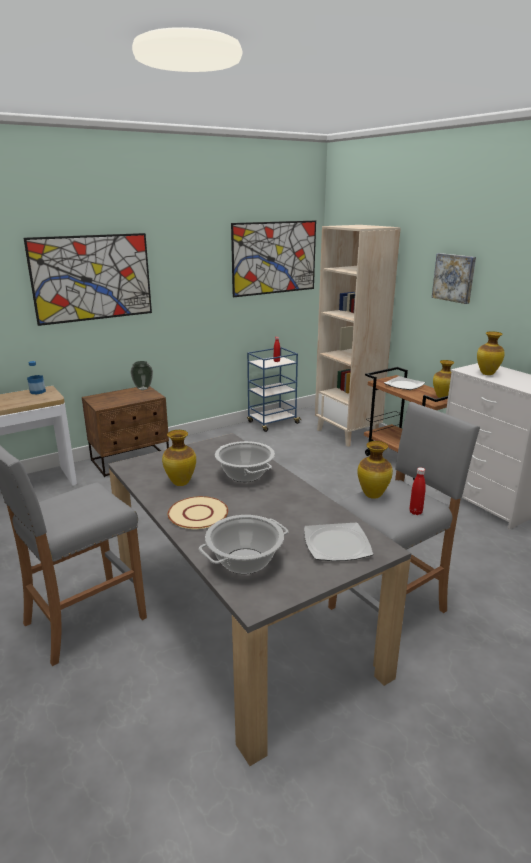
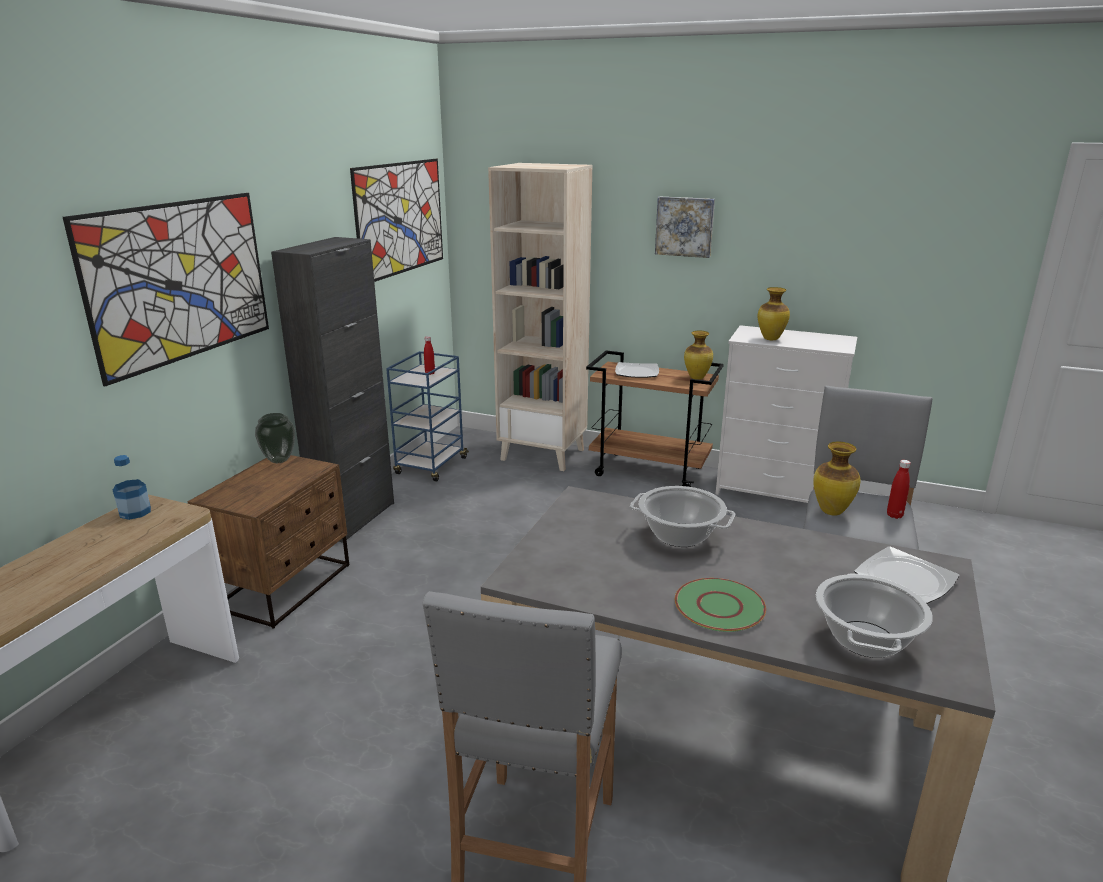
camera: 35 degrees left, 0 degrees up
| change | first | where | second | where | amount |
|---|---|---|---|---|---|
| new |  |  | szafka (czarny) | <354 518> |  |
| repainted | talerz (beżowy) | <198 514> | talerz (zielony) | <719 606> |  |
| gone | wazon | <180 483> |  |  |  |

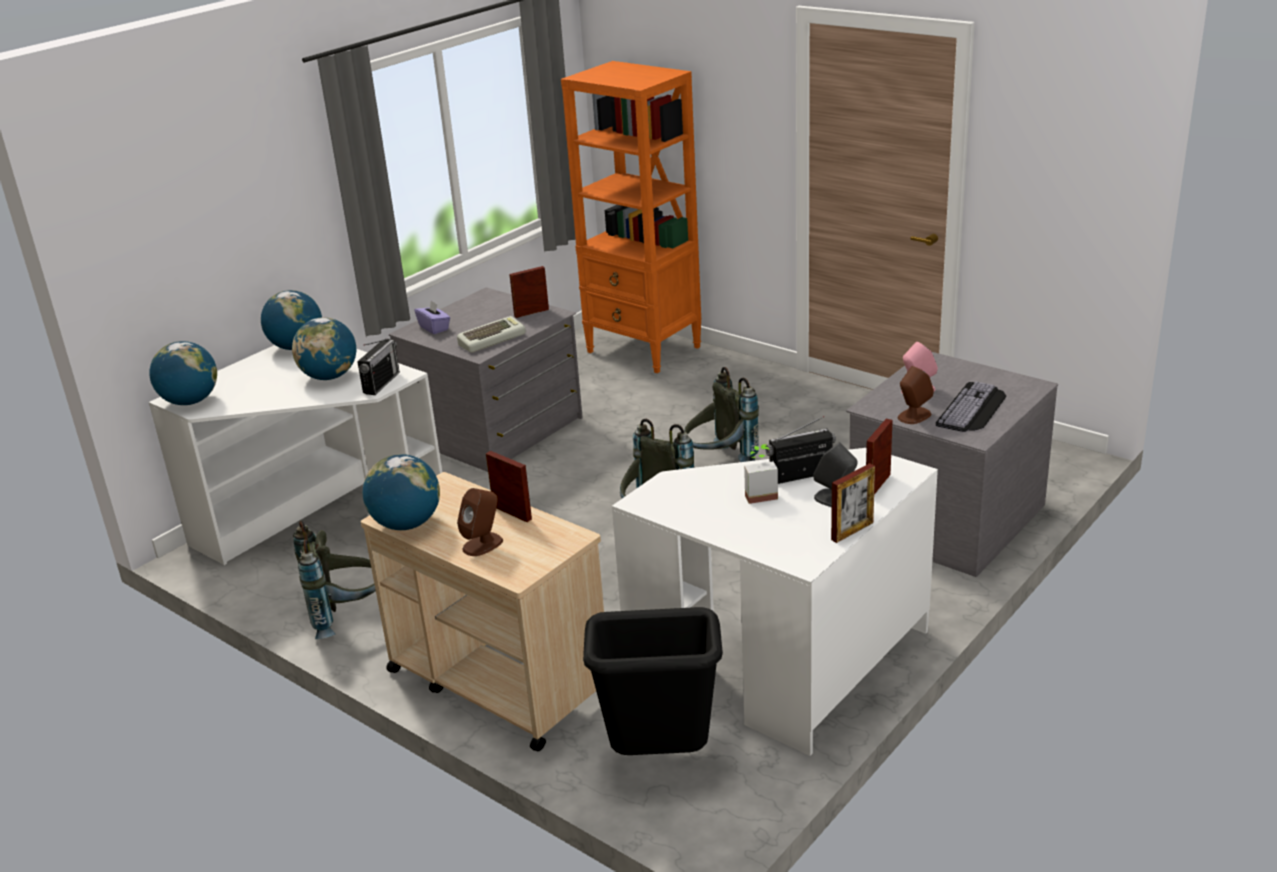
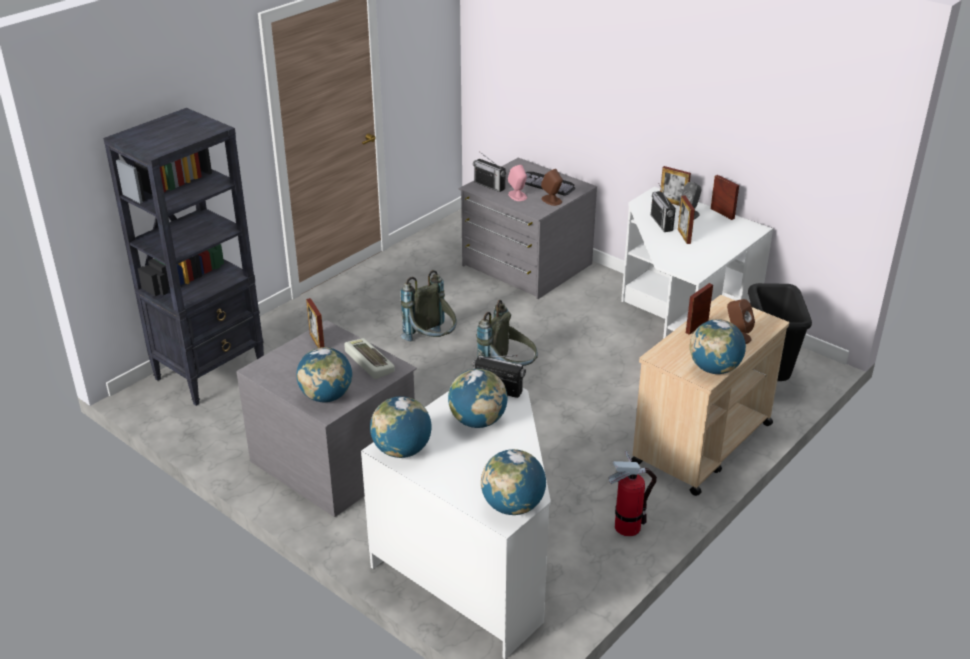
camera: 90 degrees left, 5 degrees up
| change | first | where | second | where | amount |
|---|---|---|---|---|---|
| repainted | regał (pomarańczowy) | <644 350> | regał (czarny) | <211 372> |  |
| swapped | pudełko chusteczek (fioletowy) | <434 328> | globus | <326 396> |  |
| new |  |  | radio | <489 185> |  |
| swapped | plecak (szary) | <348 616> | gaśnica | <627 526> |  |
| swapped | roślina doniczkowa | <759 494> | ramka na zdjęcie | <684 236> |  |

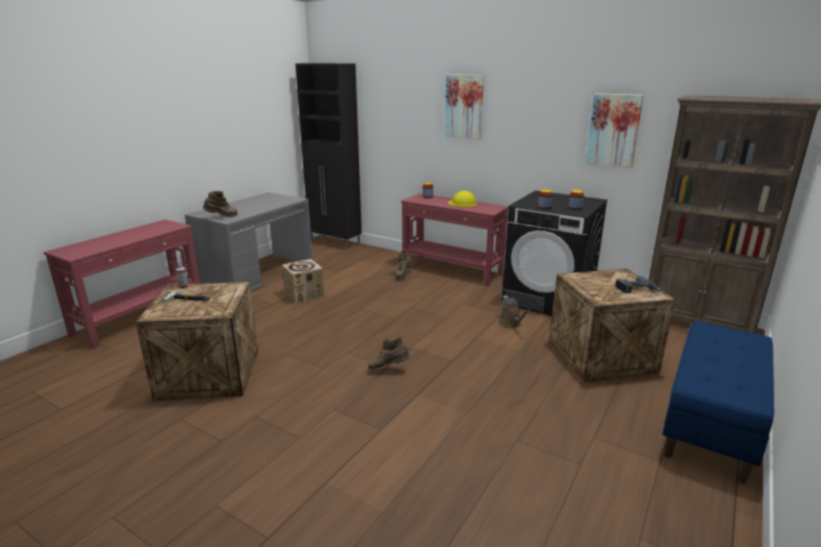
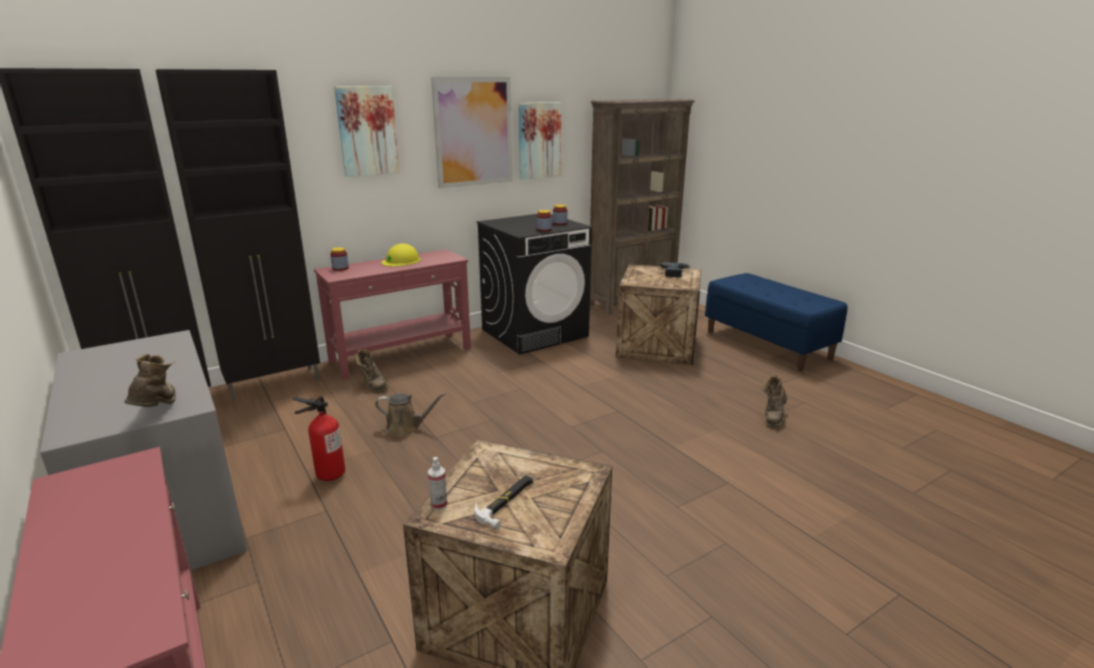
camera: 65 degrees left, 0 degrees up
| change | first | where | second | where | amount |
|---|---|---|---|---|---|
| new |  |  | szafka (czarny) | <275 383> |  |
| swapped | karton | <304 294> | gaśnica | <330 473> |  |
| shifted | konewka (brązowy) | <511 324> |  | <406 428> |  |
| new |  |  | obraz | <473 132> |  |
| shifted | but z cholewką (brązowy) | <388 370> |  | <773 417> |  |

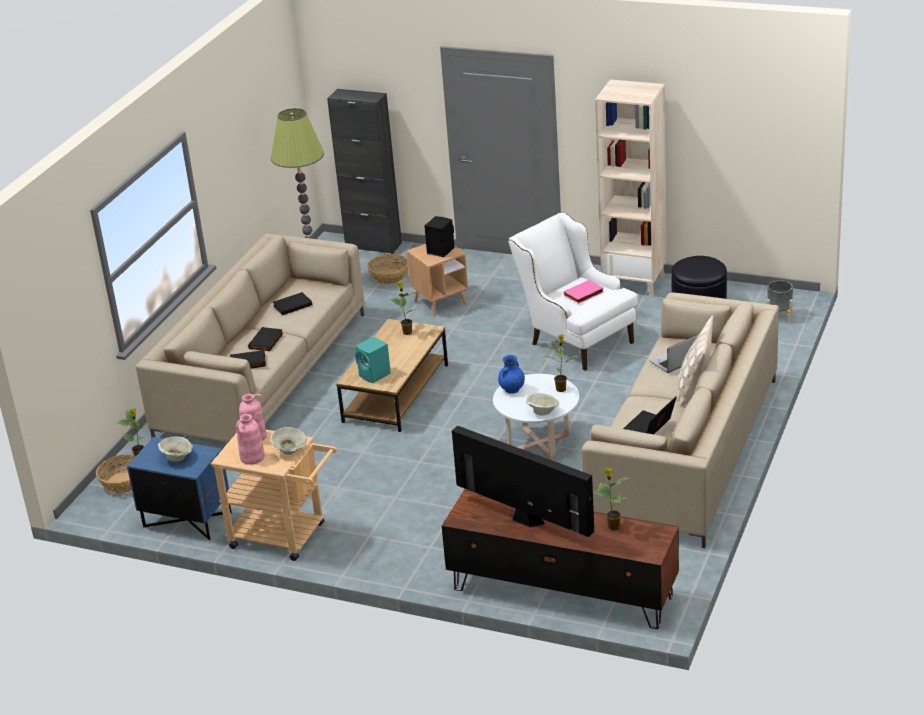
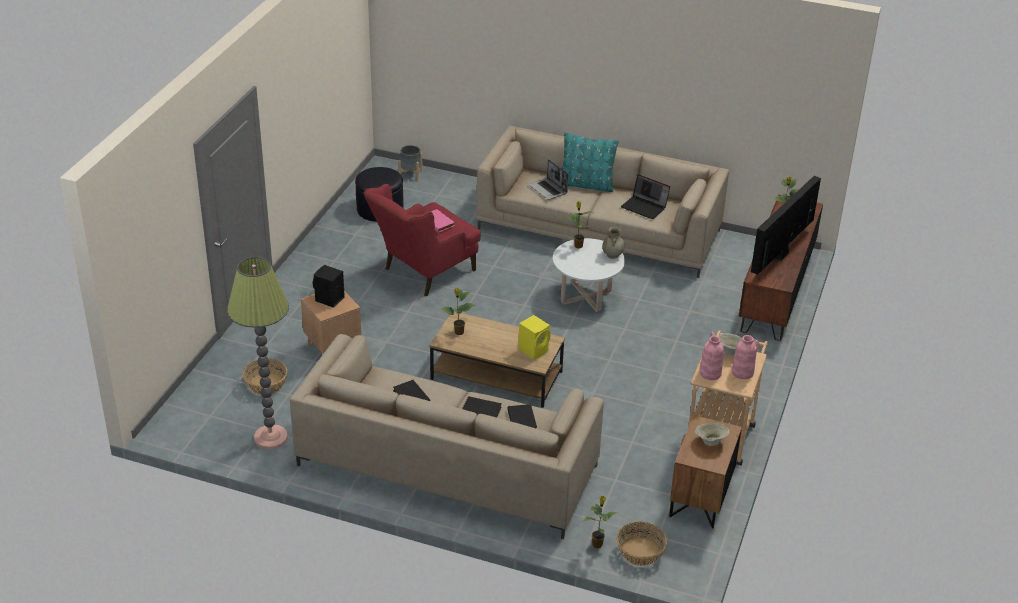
camera: 95 degrees left, 5 degrees up
| change | first | where | second | where | amount |
|---|---|---|---|---|---|
| repainted | fotel (biały) | <575 339> | fotel (czerwony) | <423 273> |  |
| repainted | głośnik (turkusowy) | <375 375> | głośnik (żółty) | <534 350> |  |
| repainted | poduszka (beżowy) | <694 388> | poduszka (turkusowy) | <586 185> |  |
| swapped | miska (beżowy) | <543 412> | wazon (beżowy) | <612 255> |  |
| repainted | szafka nocna (niebieski) | <186 520> | szafka nocna (brązowy) | <700 499> |  |
| gone | szafka (czarny) | <373 245> |  |  |  |
| gone | wazon (niebieski) | <512 390> |  |  |  |
| gone | regał (beżowy) | <635 283> |  |  |  |

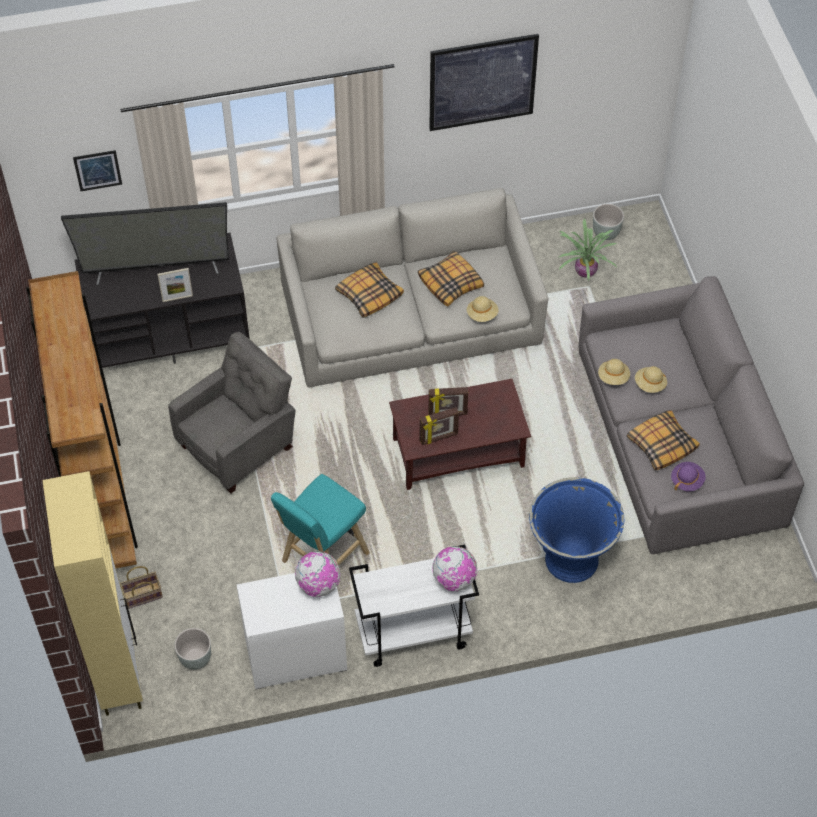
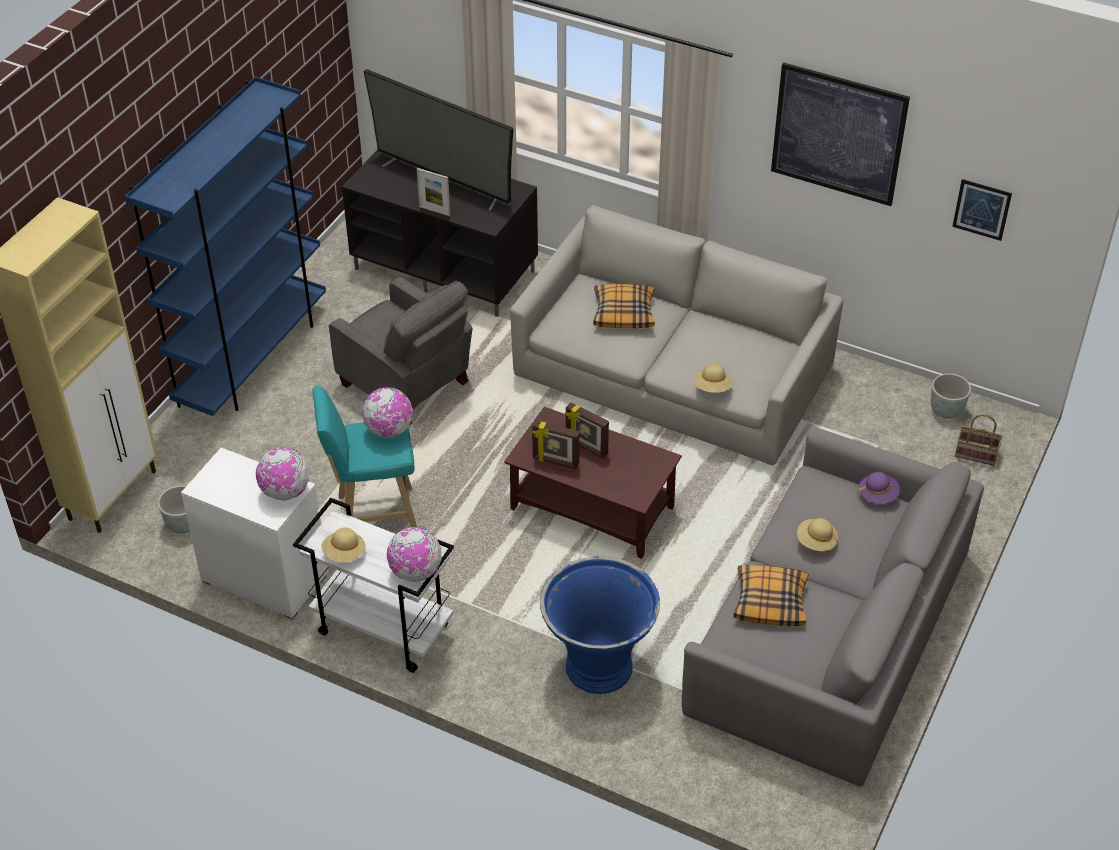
camera: 40 degrees right, 10 degrees down
| change | first | where | second | where | amount |
|---|---|---|---|---|---|
| repainted | regał (brązowy) | <102 499> | regał (niebieski) | <252 358> |  |
| shifted | kapelusz (beżowy) | <613 377> |  | <344 553> |  |
| rotated | fotel (szary) | <239 445> |  | <407 385> | 45 degrees clockwise |
| new |  |  | globus | <389 430> |  |
| shifted | kapelusz (fioletowy) | <687 481> |  | <877 495> |  |
| shifted | obraz | <97 170> |  | <981 209> |  |
| shifted | koszyk | <142 596> |  | <974 454> |  |
| gone | poduszka | <451 283> |  |  |  |
| gone | roślina doniczkowa | <585 270> |  |  |  |

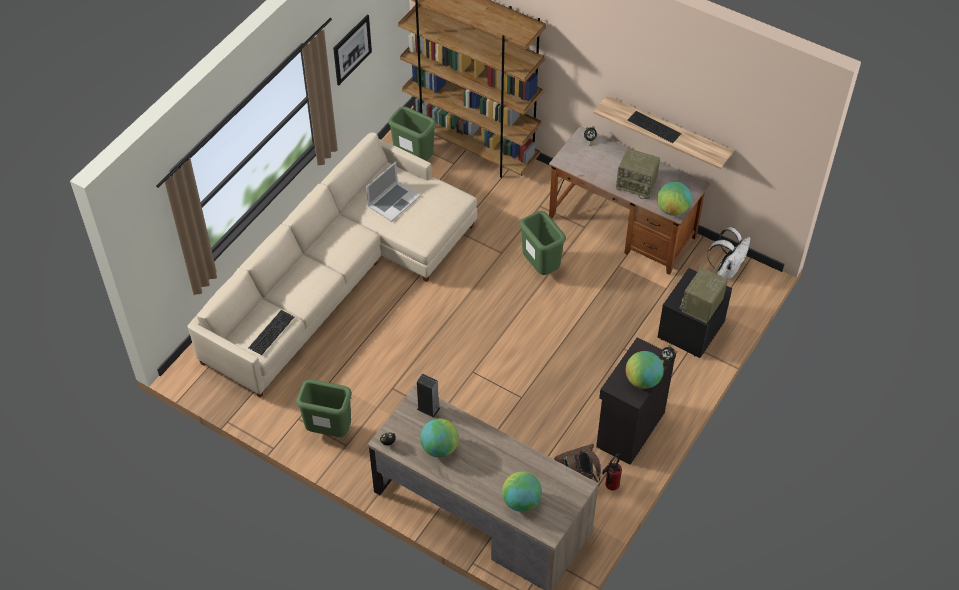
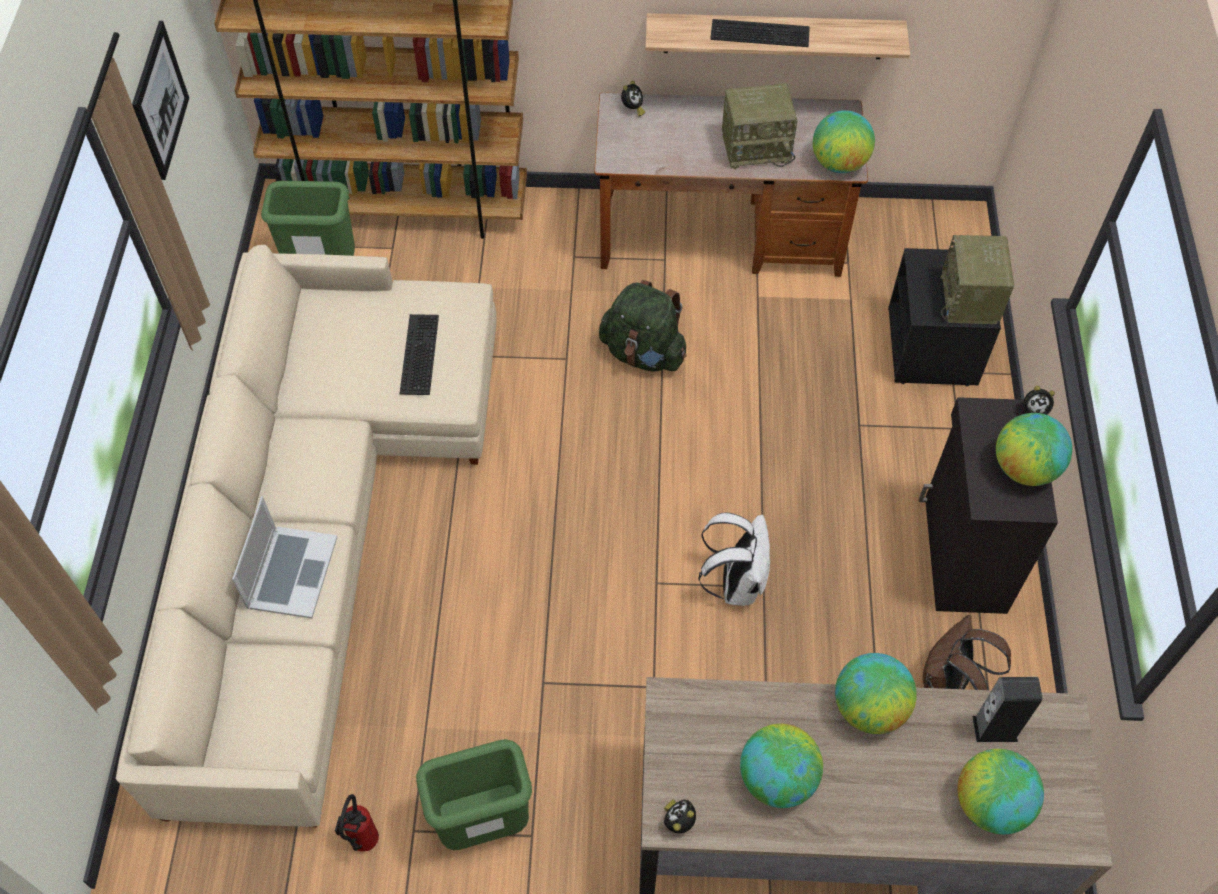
camera: 30 degrees left, 5 degrees up
| change | first | where | second | where | amount |
|---|---|---|---|---|---|
| shifted | laptop | <393 201> |  | <291 572> |  |
| shifted | gaśnica | <609 487> |  | <362 844> |  |
| shifted | klawiatura | <271 331> |  | <417 353> |  |
| swapped | kosz na śmieci (zielony) | <541 267> | plecak (zielony) | <643 353> |  |
| shifted | plecak (biały) | <727 269> |  | <736 583> |  |
| new |  |  | globus | <869 708> |  |
| shifted | głośnik | <428 408> |  | <995 728> |  |

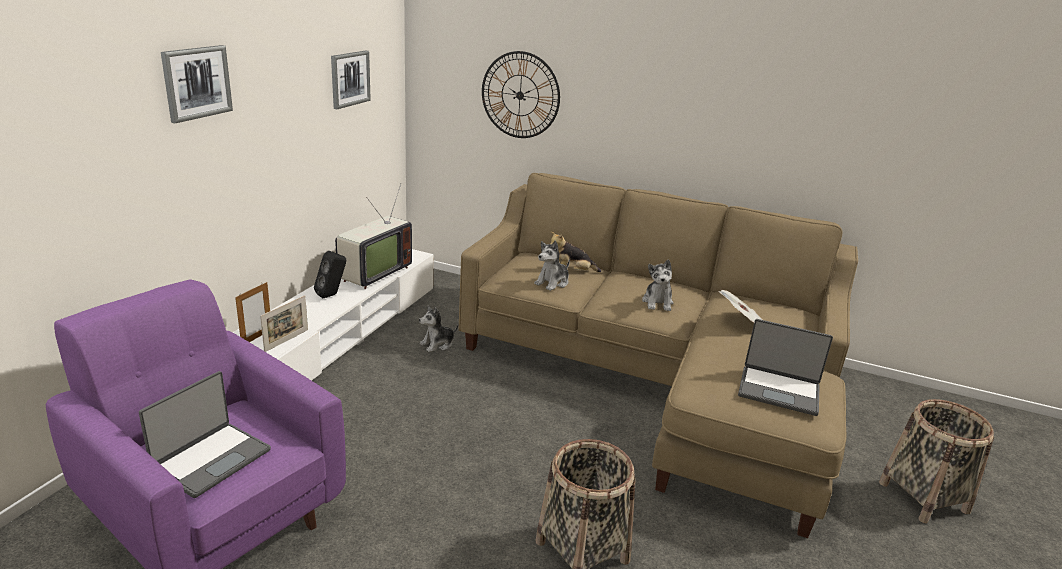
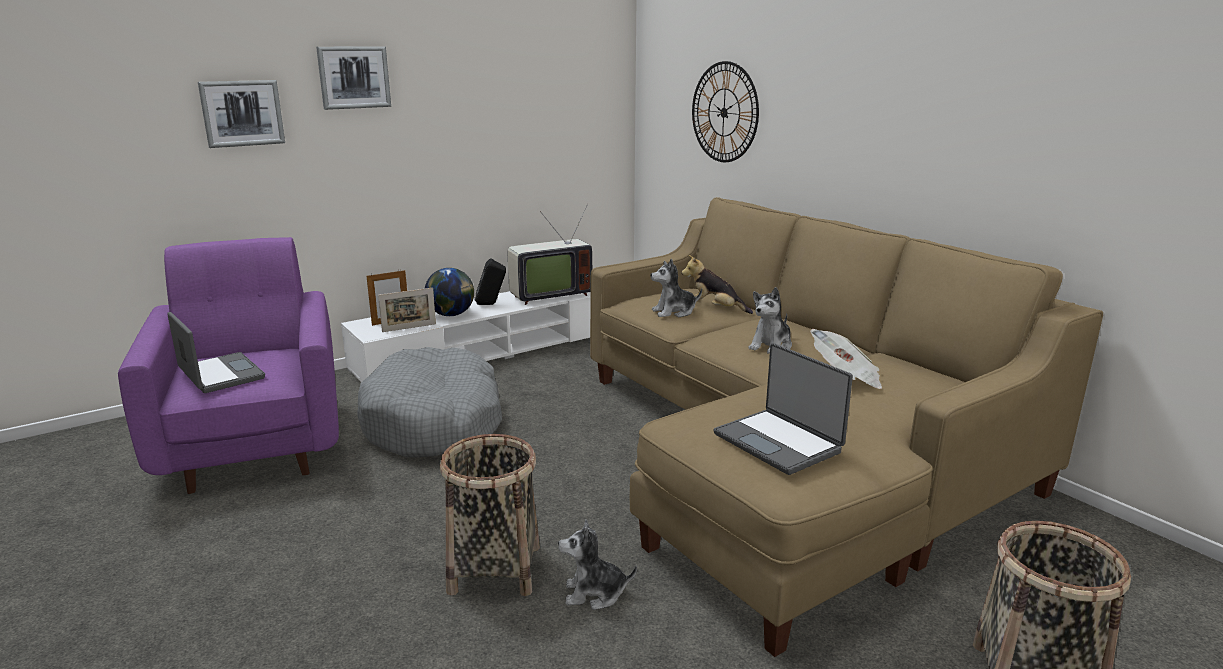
camera: 35 degrees right, 5 degrees down
| change | first | where | second | where | amount |
|---|---|---|---|---|---|
| rotated | laptop | <211 459> |  | <219 375> | 105 degrees counterclockwise |
| shifted | obraz | <350 79> |  | <242 113> |  |
| new |  |  | legowisko (szary) | <434 422> |  |
| new |  |  | globus | <451 315> |  |
| shifted | pluszak | <438 344> |  | <594 594> |  |

